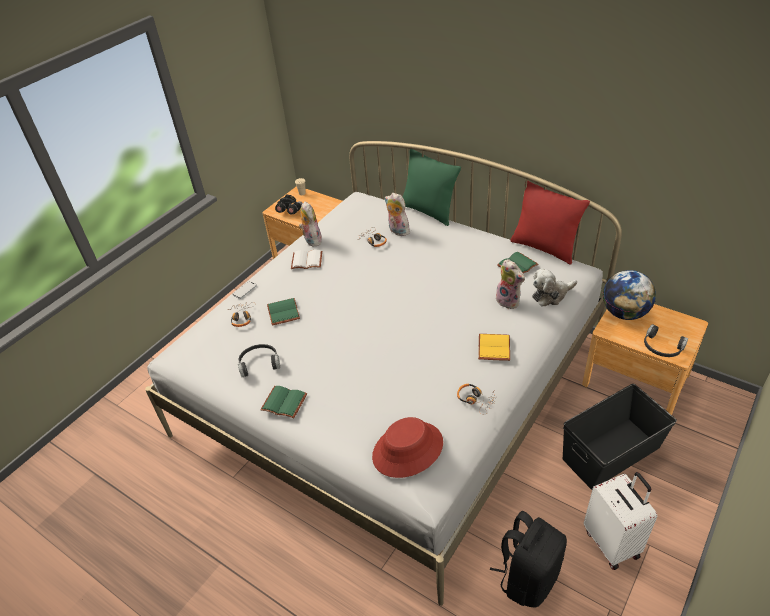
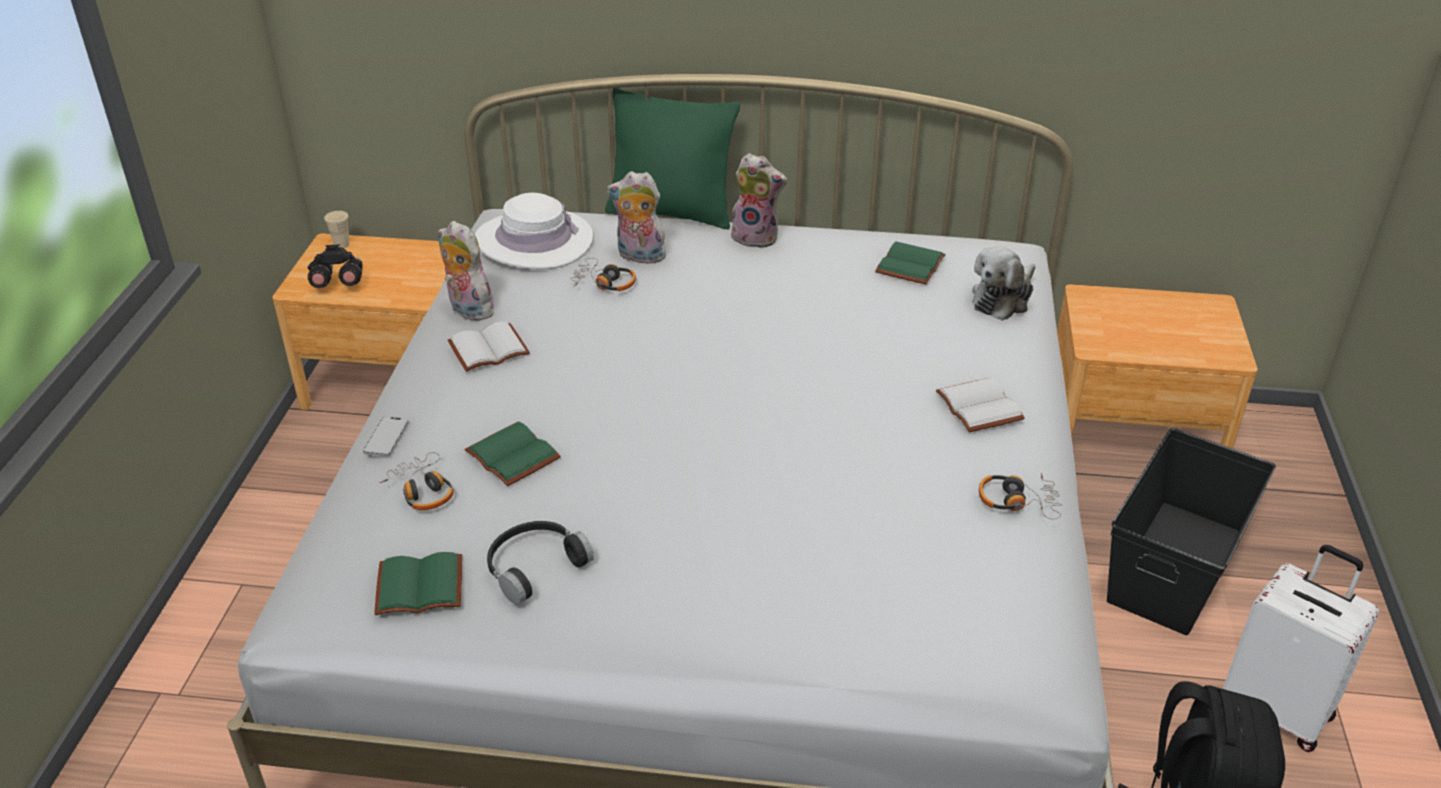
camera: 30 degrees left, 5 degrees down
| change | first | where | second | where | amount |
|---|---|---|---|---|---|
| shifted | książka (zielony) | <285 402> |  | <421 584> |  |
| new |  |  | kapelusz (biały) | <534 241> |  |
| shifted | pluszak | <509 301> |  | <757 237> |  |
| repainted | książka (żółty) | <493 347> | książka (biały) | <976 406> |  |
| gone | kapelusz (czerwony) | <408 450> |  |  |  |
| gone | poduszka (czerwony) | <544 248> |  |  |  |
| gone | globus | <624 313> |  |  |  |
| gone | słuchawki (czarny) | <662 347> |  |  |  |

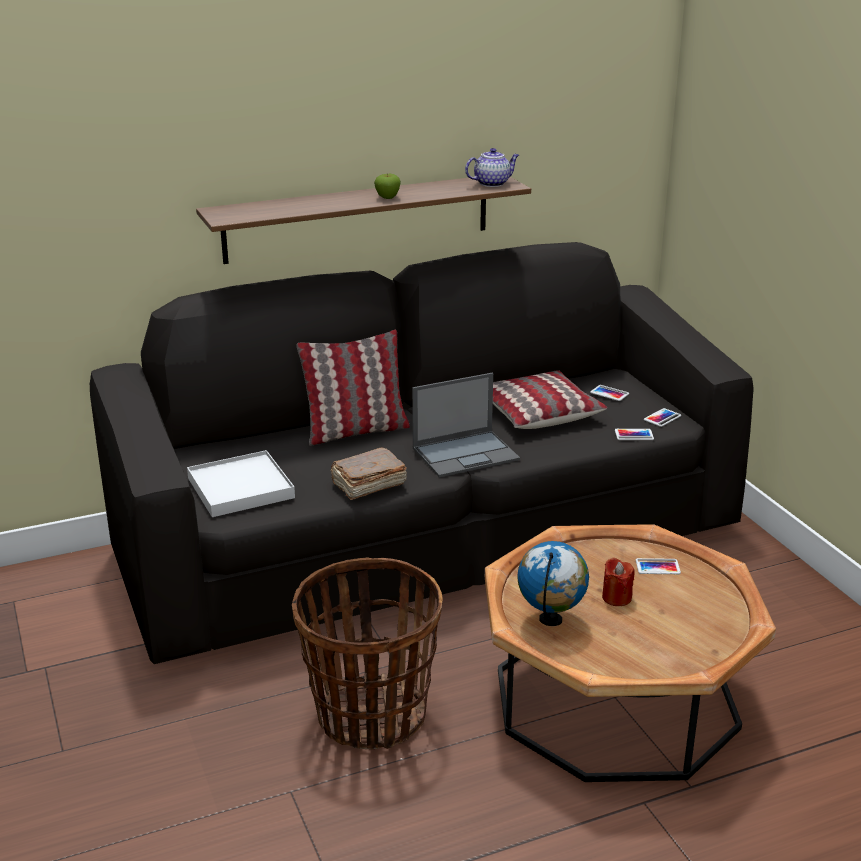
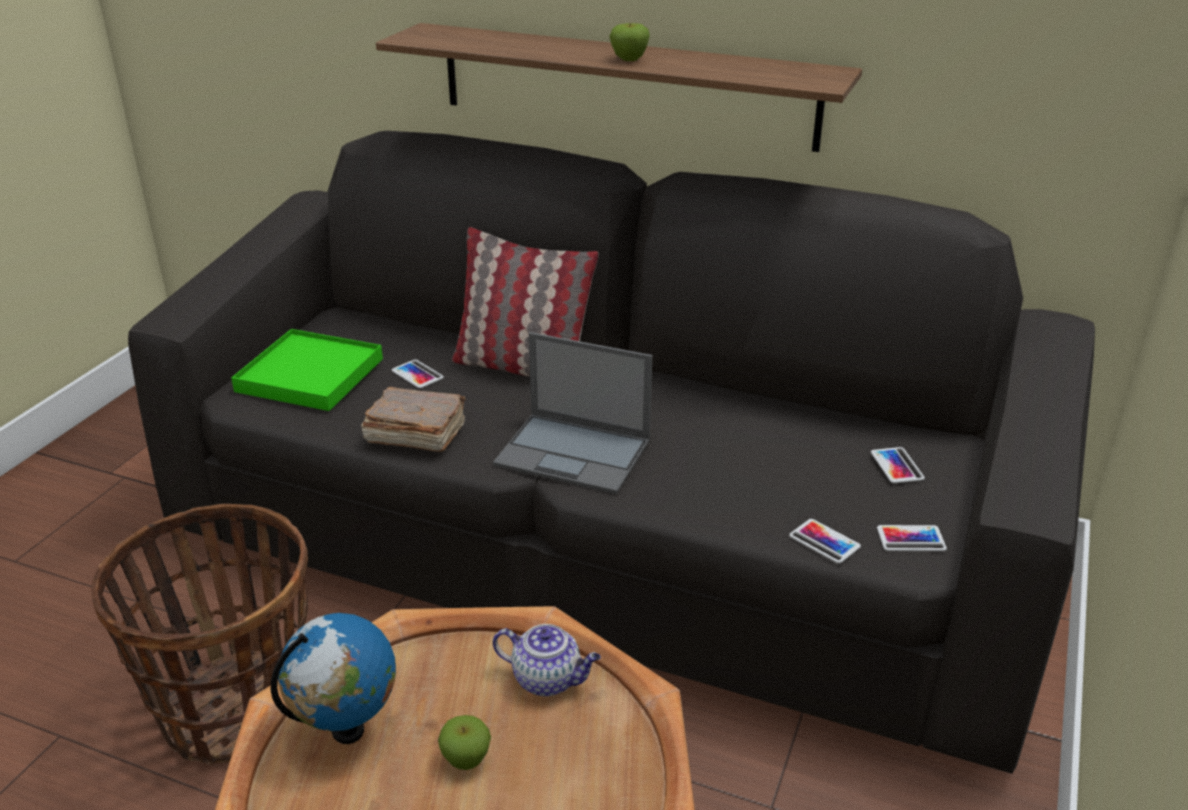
camera: 45 degrees right, 5 degrees up
| change | first | where | second | where | amount |
|---|---|---|---|---|---|
| repainted | taca (biały) | <241 488> | taca (zielony) | <310 375> |  |
| shifted | telefon | <657 567> |  | <417 374> |  |
| swapped | świeca (czerwony) | <616 598> | jabłko | <466 760> |  |
| shifted | imbryk | <492 183> |  | <548 679> |  |
| gone | poduszka | <537 412> |  |  |  |

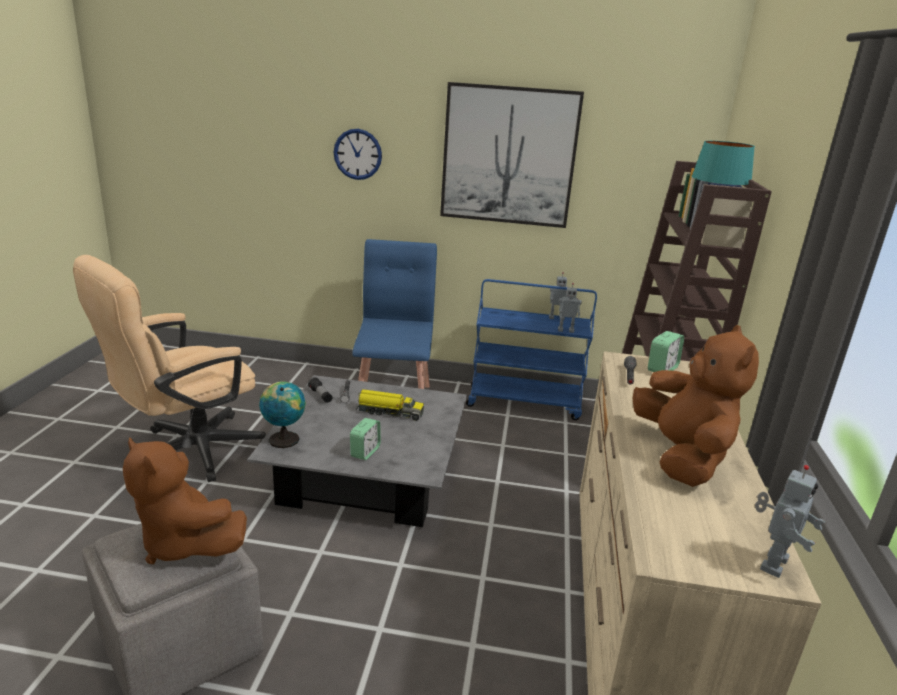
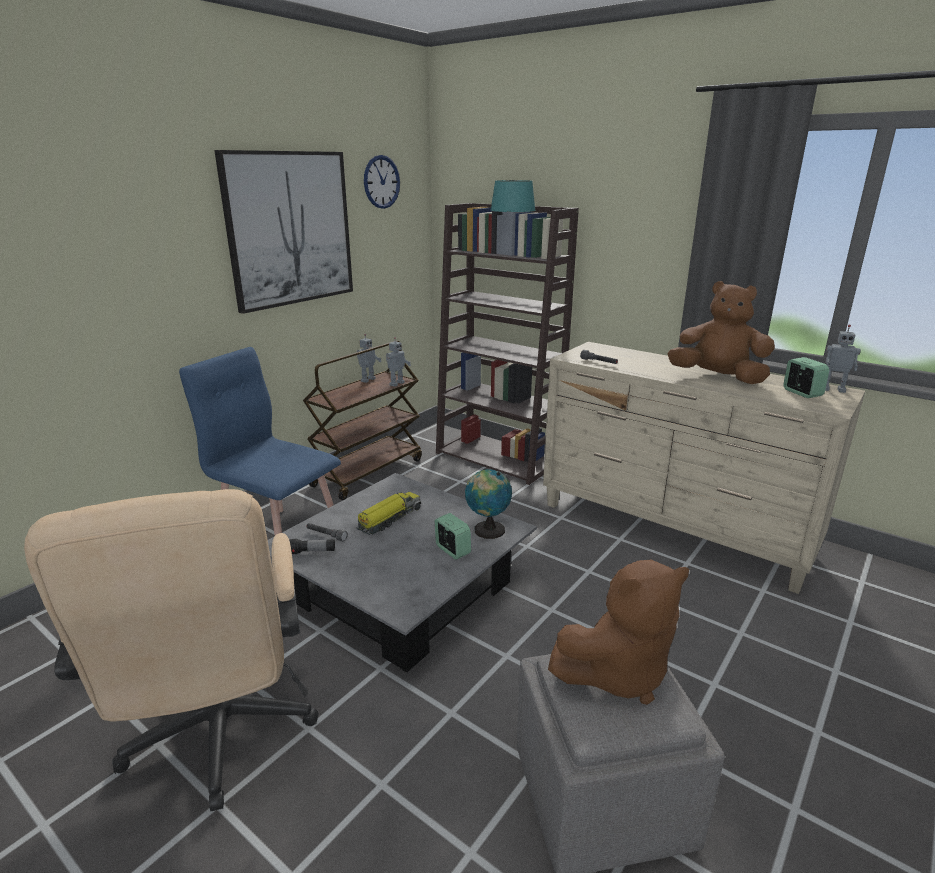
camera: 60 degrees left, 0 degrees up
| change | first | where | second | where | amount |
|---|---|---|---|---|---|
| repainted | wózek (niebieski) | <525 402> | wózek (brązowy) | <368 472> |  |
| shifted | zegar ścienny | <357 154> |  | <381 182> |  |
| shifted | globus | <283 439> |  | <487 530> |  |
| shifted | budzik | <662 369> |  | <801 393> |  |
| rotated | robot zabawkowy | <771 563> |  | <833 389> | 135 degrees clockwise |

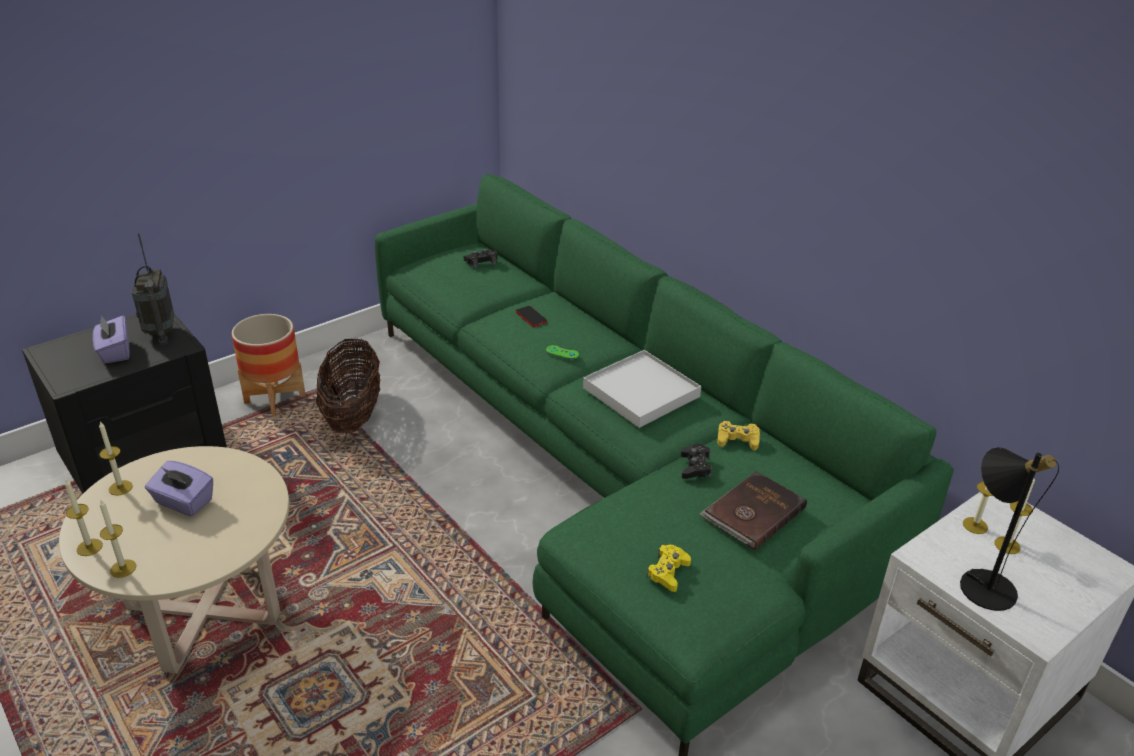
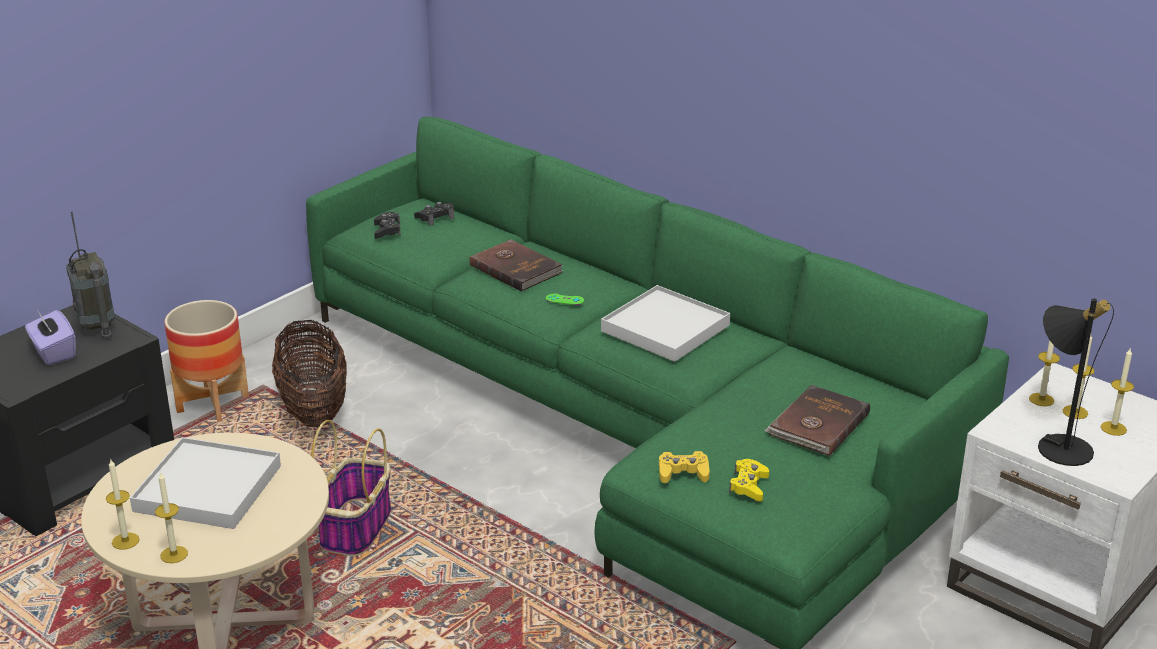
camera: 10 degrees left, 5 degrees down
| change | first | where | second | where | amount |
|---|---|---|---|---|---|
| swapped | pudełko chusteczek (fioletowy) | <183 502> | taca (biały) | <208 488> |  |
| new |  |  | koszyk | <356 528> |  |
| shifted | pad do gier (czarny) | <695 467> |  | <387 230> |  |
| swapped | telefon | <531 317> | książka (brązowy) | <516 268> |  |
| shifted | pad do gier (żółty) | <737 440> |  | <683 473> |  |
| shifted | świeca | <120 488> |  | <1113 428> |  |

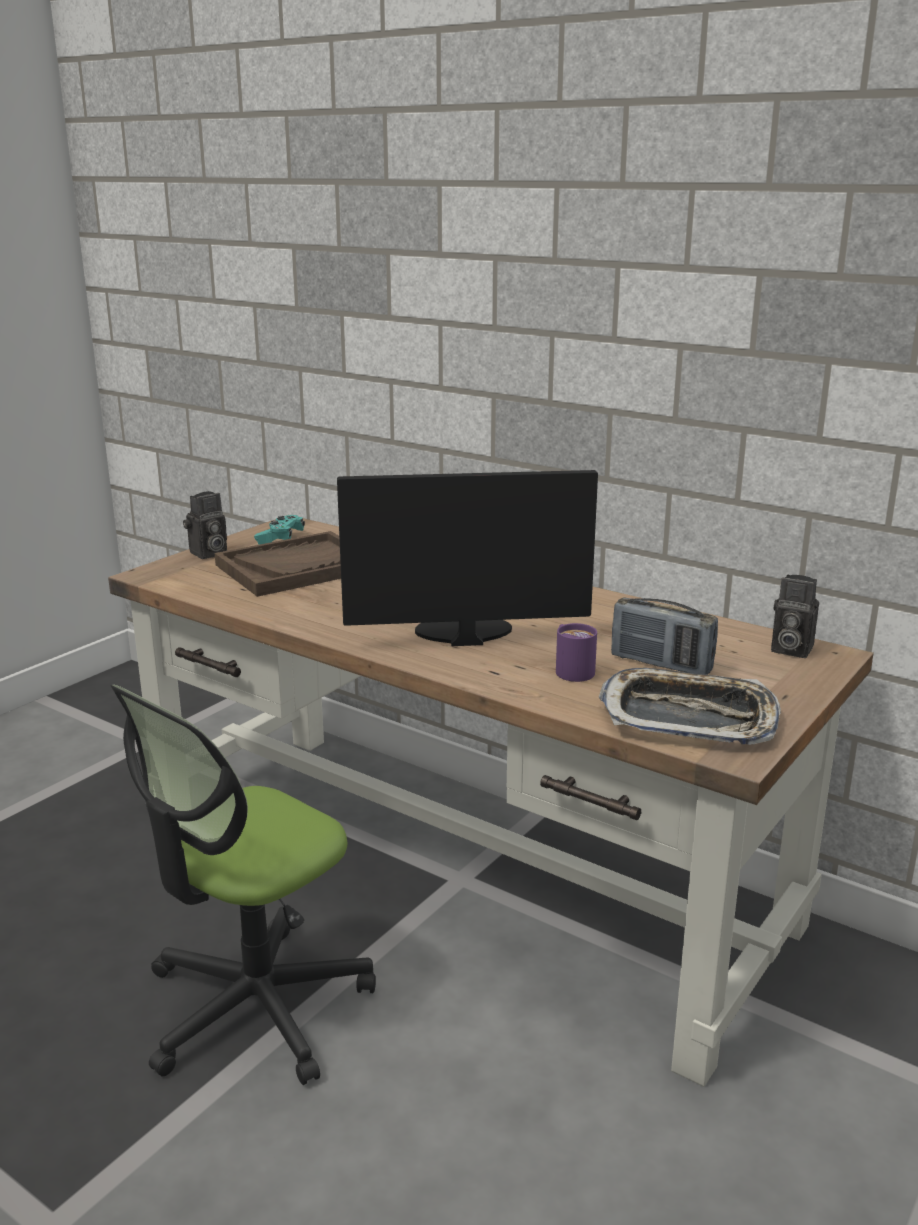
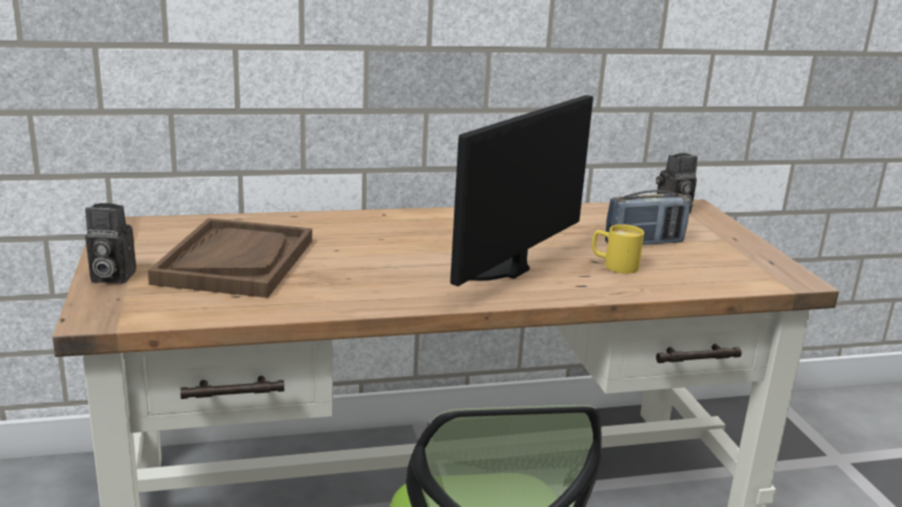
camera: 50 degrees left, 0 degrees up
| change | first | where | second | where | amount |
|---|---|---|---|---|---|
| rotated | aparat fotograficzny | <208 554> |  | <110 277> | 90 degrees clockwise |
| repainted | kubek (fioletowy) | <571 669> | kubek (żółty) | <614 265> |  |
| gone | pad do gier (turkusowy) | <280 539> |  |  |  |
| gone | taca | <688 717> |  |  |  |

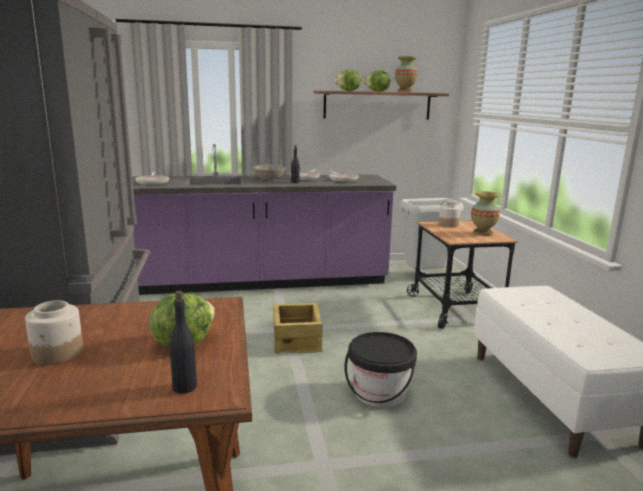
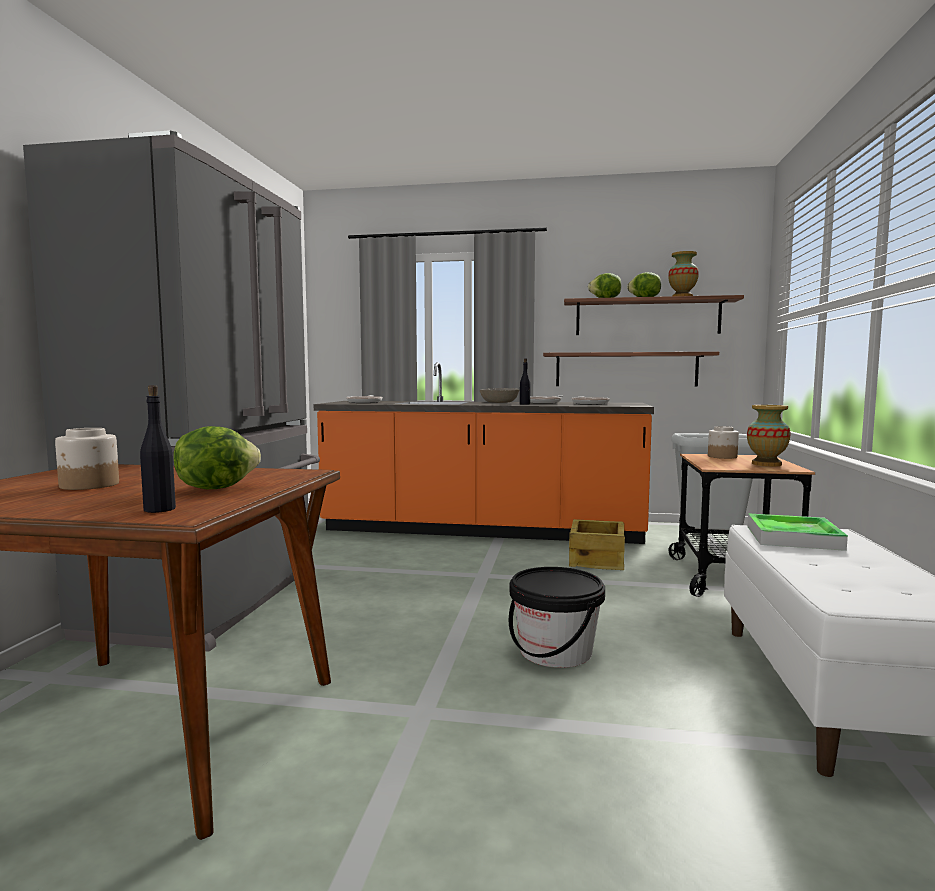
camera: 20 degrees right, 10 degrees down
| change | first | where | second | where | amount |
|---|---|---|---|---|---|
| repainted | zabudowa kuchenna (fioletowy) | <259 282> | zabudowa kuchenna (pomarańczowy) | <482 530> |  |
| new |  |  | półka | <626 369> |  |
| shifted | skrzynka | <297 340> |  | <597 560> |  |
| new |  |  | taca | <793 537> |  |

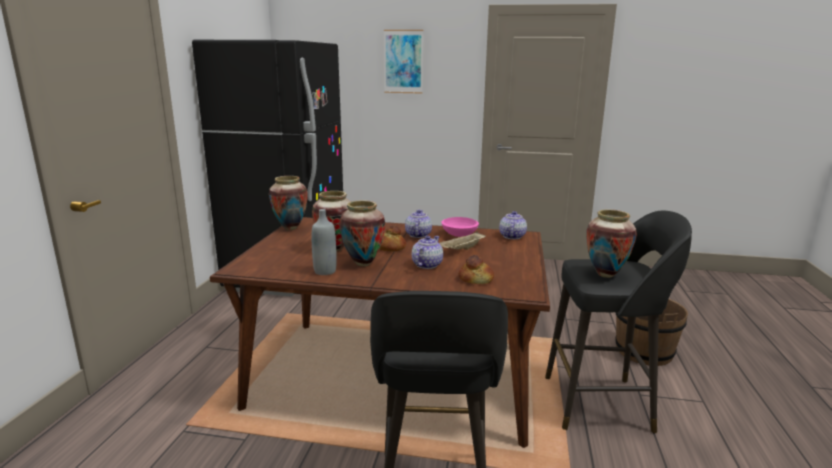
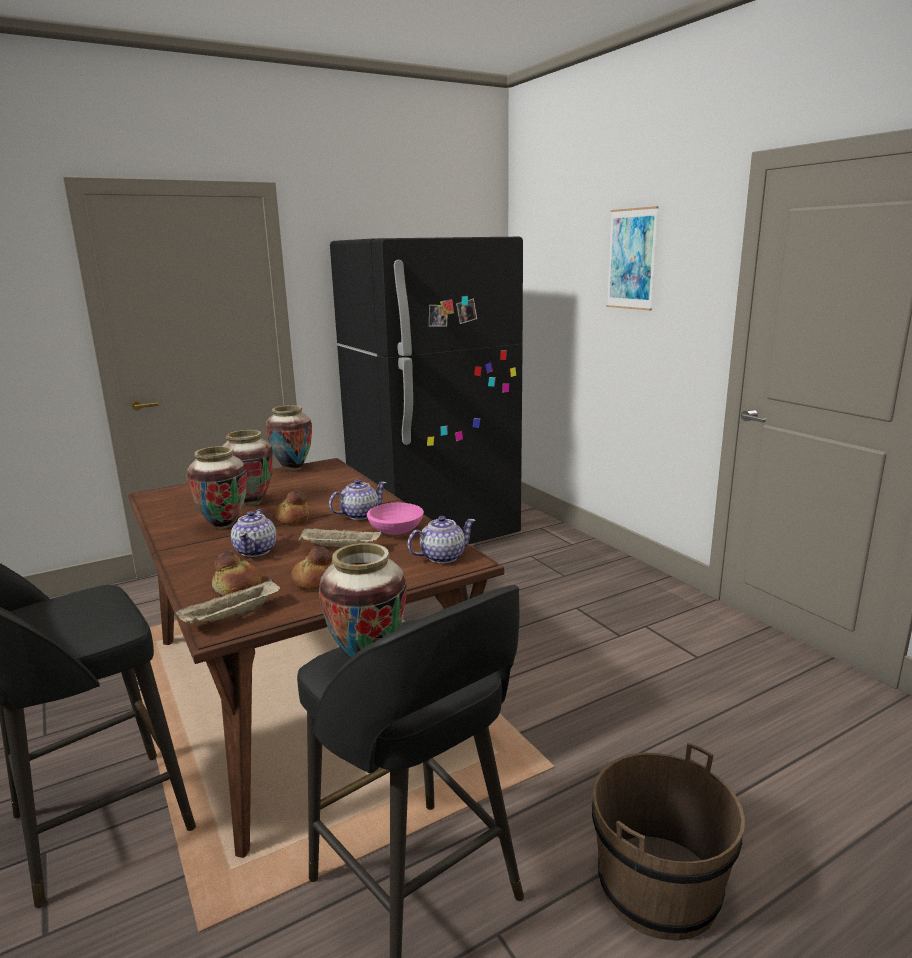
camera: 50 degrees right, 0 degrees up
| change | first | where | second | where | amount |
|---|---|---|---|---|---|
| new |  |  | taca (beżowy) | <231 618> |  |
| rotated | imbryk | <426 265> |  | <256 550> | 105 degrees clockwise |
| new |  |  | chleb | <315 581> |  |
| gone | butelka (szary) | <325 271> |  |  |  |

